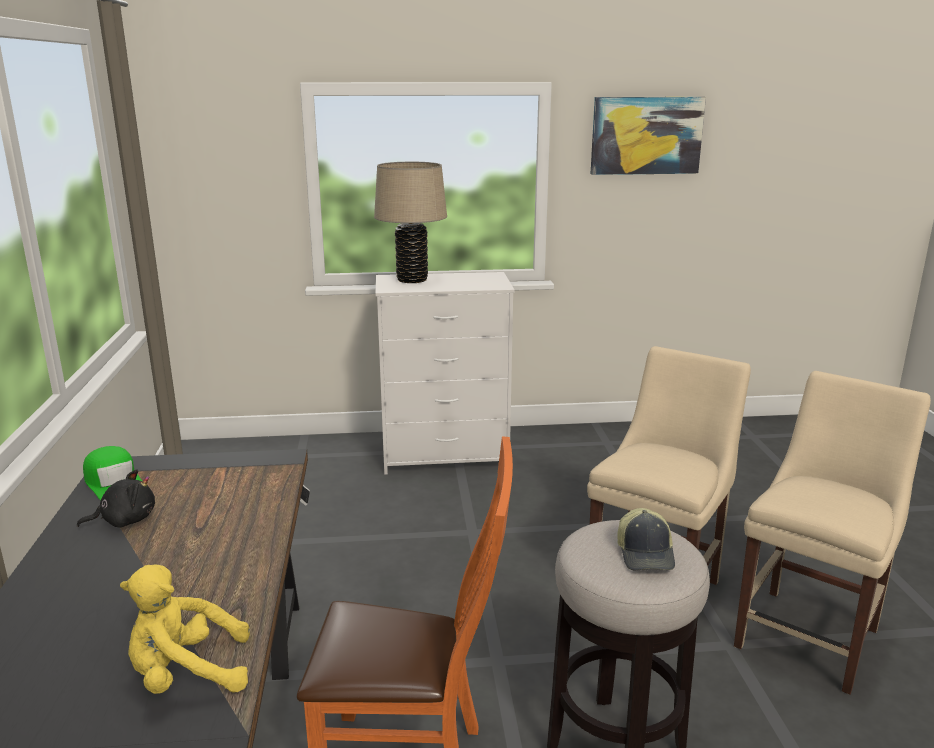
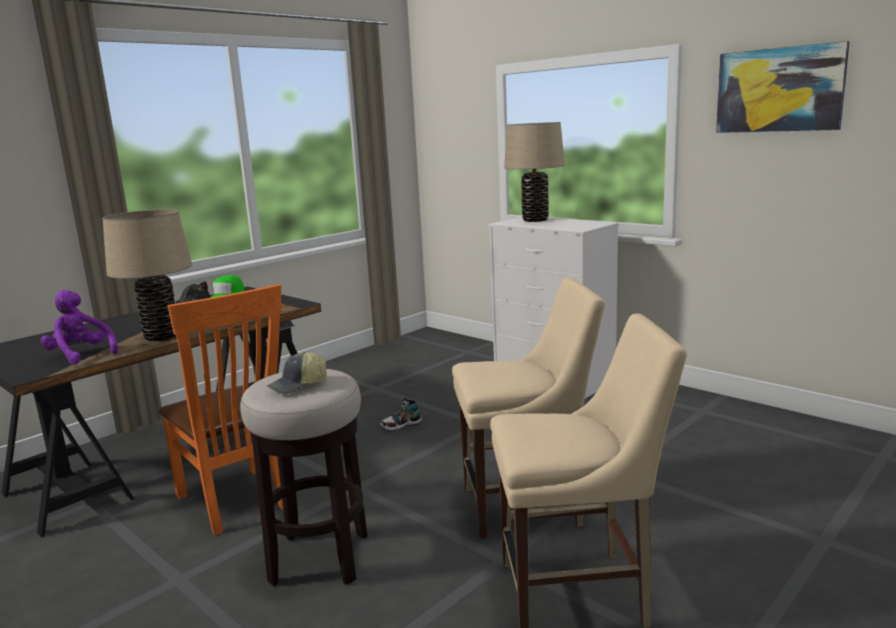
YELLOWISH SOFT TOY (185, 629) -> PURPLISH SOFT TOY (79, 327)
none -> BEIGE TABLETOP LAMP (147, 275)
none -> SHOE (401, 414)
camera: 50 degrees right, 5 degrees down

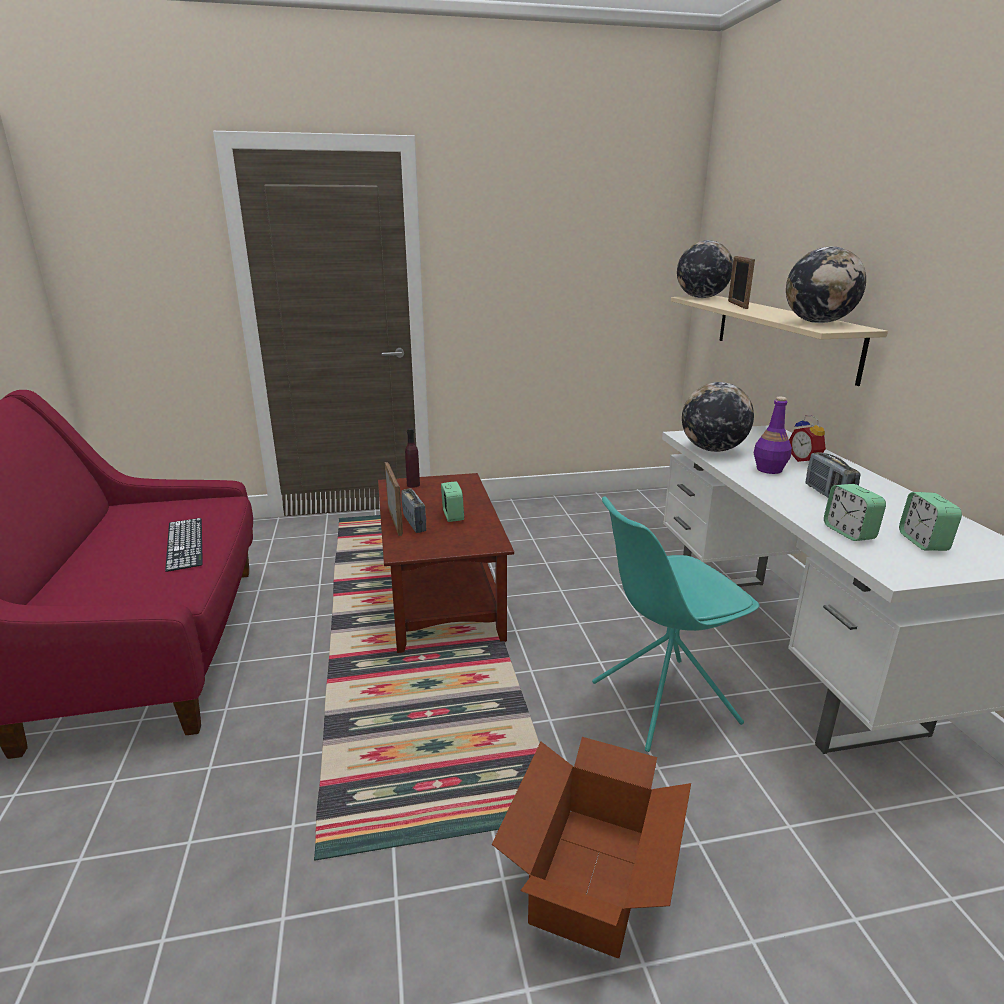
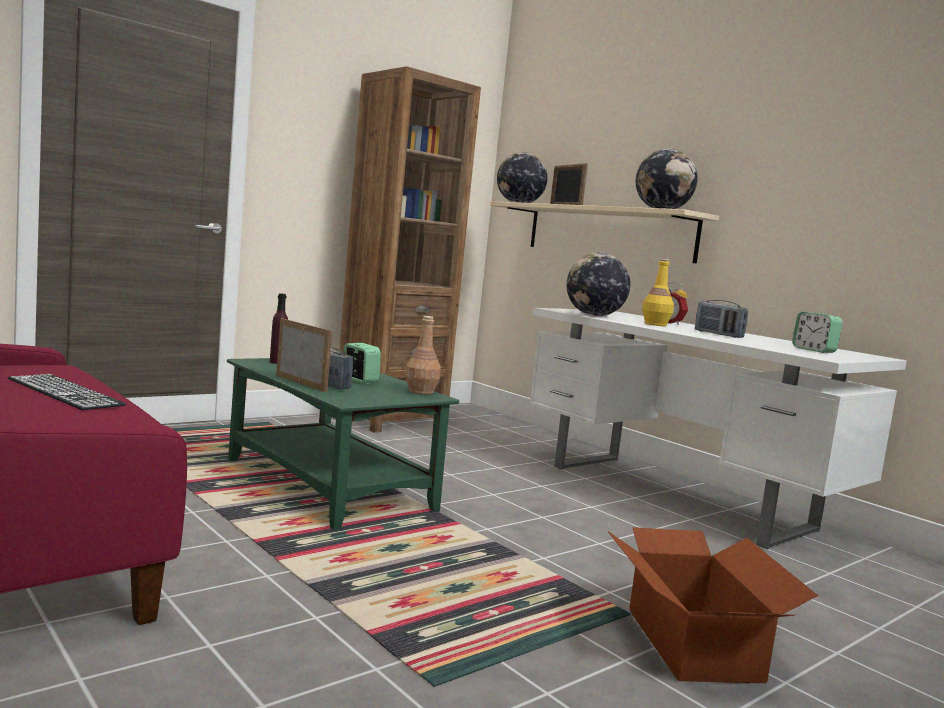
BROWNISH LOUNGE TABLE (446, 563) -> GREENISH LOUNGE TABLE (343, 444)
none -> BROWNISH BOOKSHELF (410, 249)
none -> BROWNISH DRINK BOTTLE (423, 355)
PURPLISH DRINK BOTTLE (773, 435) -> YELLOWISH DRINK BOTTLE (658, 292)
TURQUOISE-COLOURED PLAIN CHAIR (676, 624) -> none
ALARM CLOCK (855, 512) -> none
camera: 30 degrees left, 15 degrees down

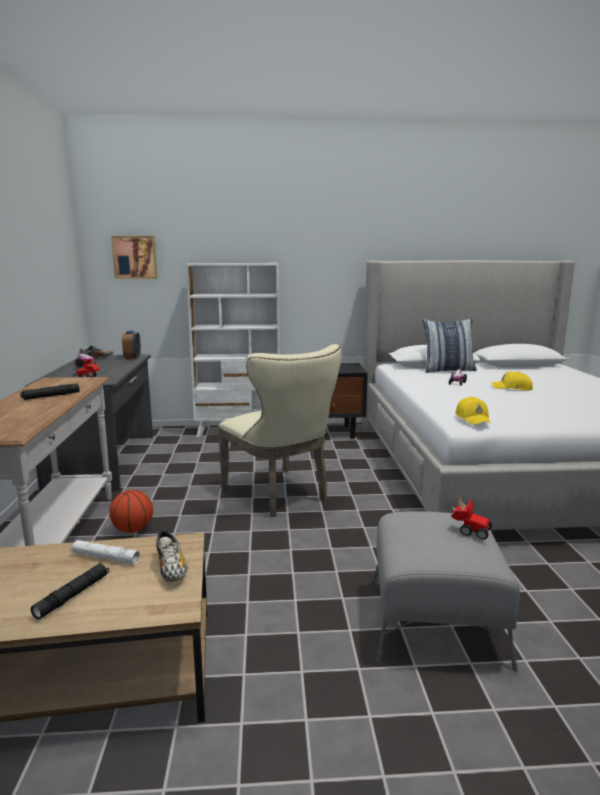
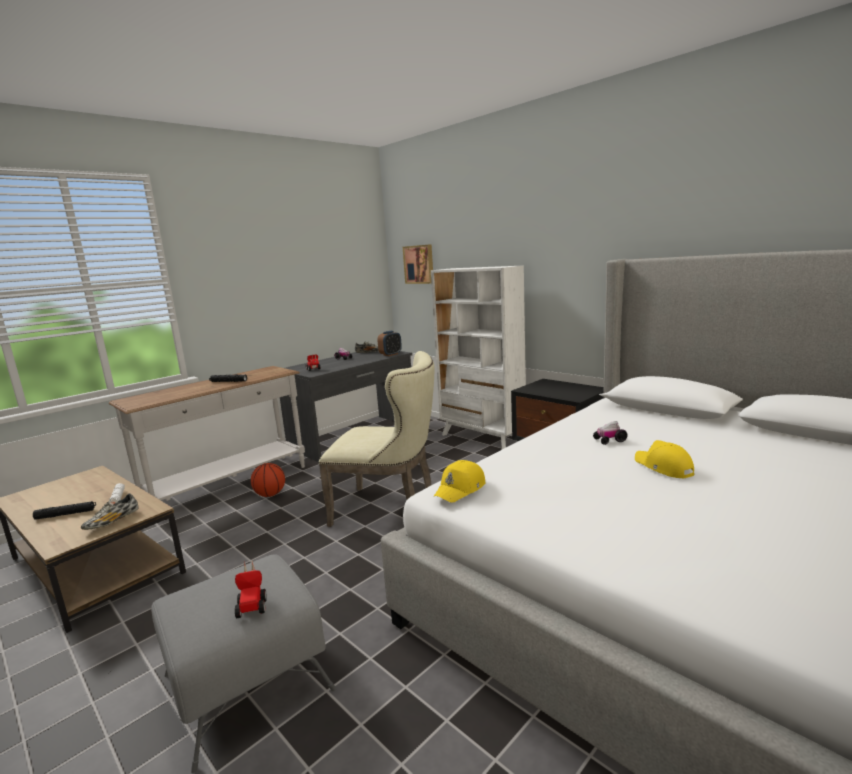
BEIGE PLAIN CHAIR (279, 430) -> BEIGE PLAIN CHAIR (376, 439), 90 degrees counterclockwise
THROW PILLOW (449, 345) -> none
camera: 50 degrees right, 0 degrees up

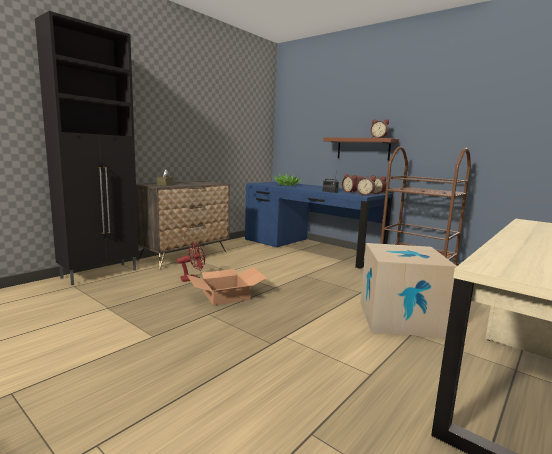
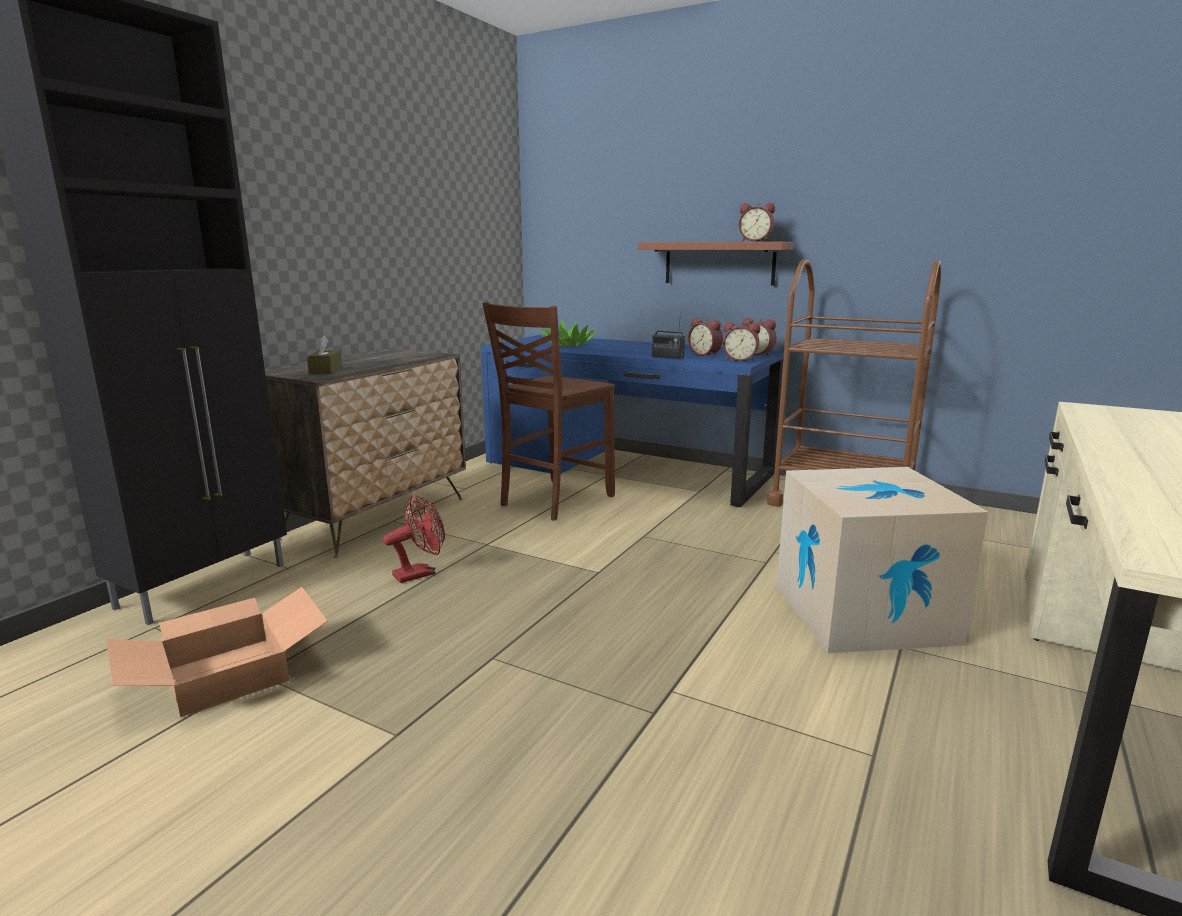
PACKING BOX (226, 286) -> PACKING BOX (216, 652), move
none -> BROWNISH PLAIN CHAIR (549, 411)
camera: 10 degrees left, 5 degrees up

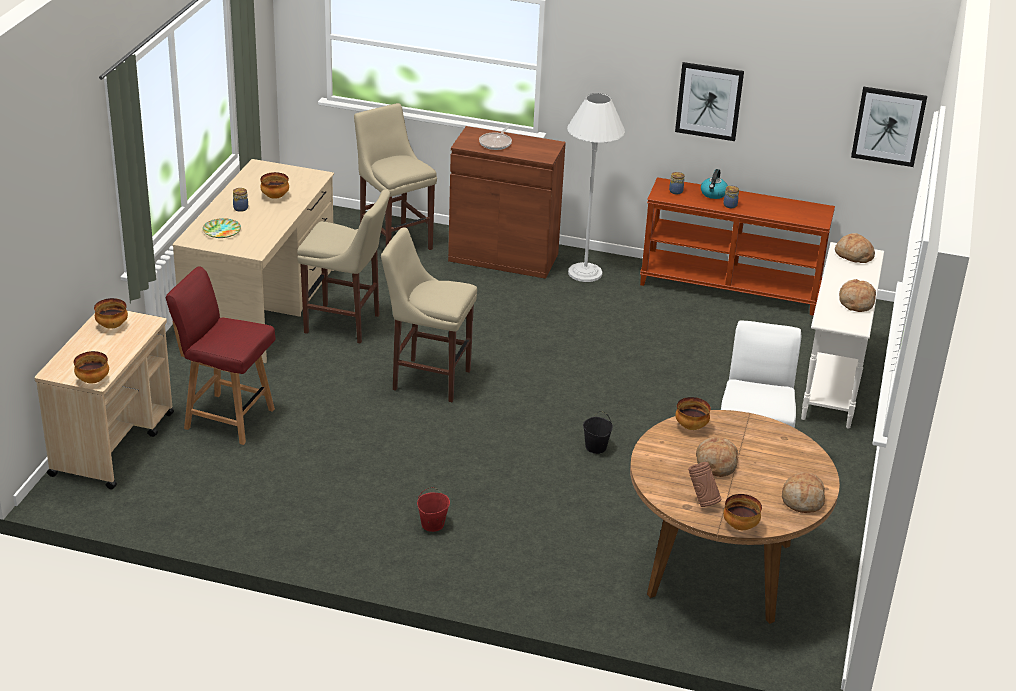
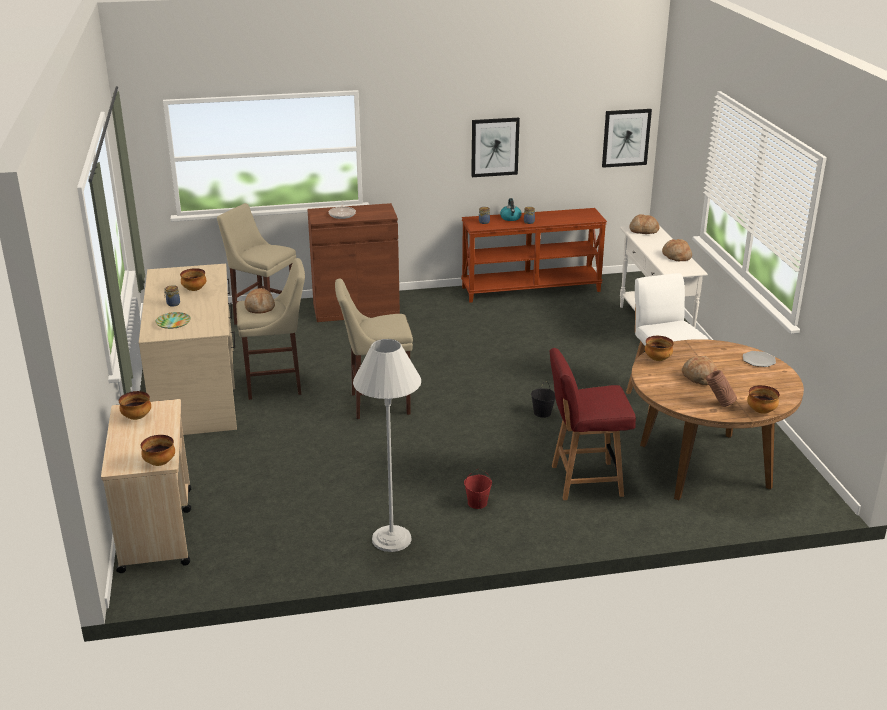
BAKED BREAD (803, 492) -> BAKED BREAD (260, 301), move
WHITE STANDARD LAMP (596, 187) -> WHITE STANDARD LAMP (387, 445), move
RED-COLOURED PLAIN CHAIR (221, 356) -> RED-COLOURED PLAIN CHAIR (593, 424), move
none -> PLATE (759, 359)
camera: 25 degrees left, 5 degrees down

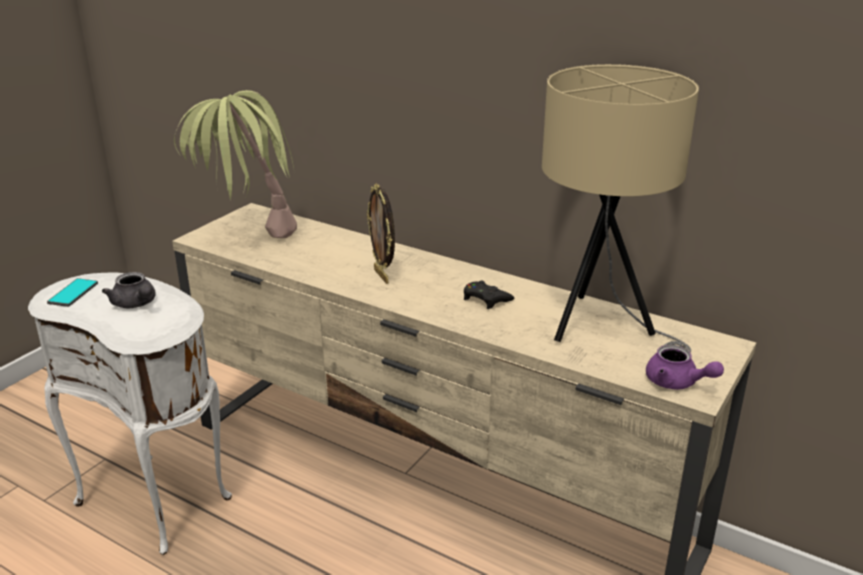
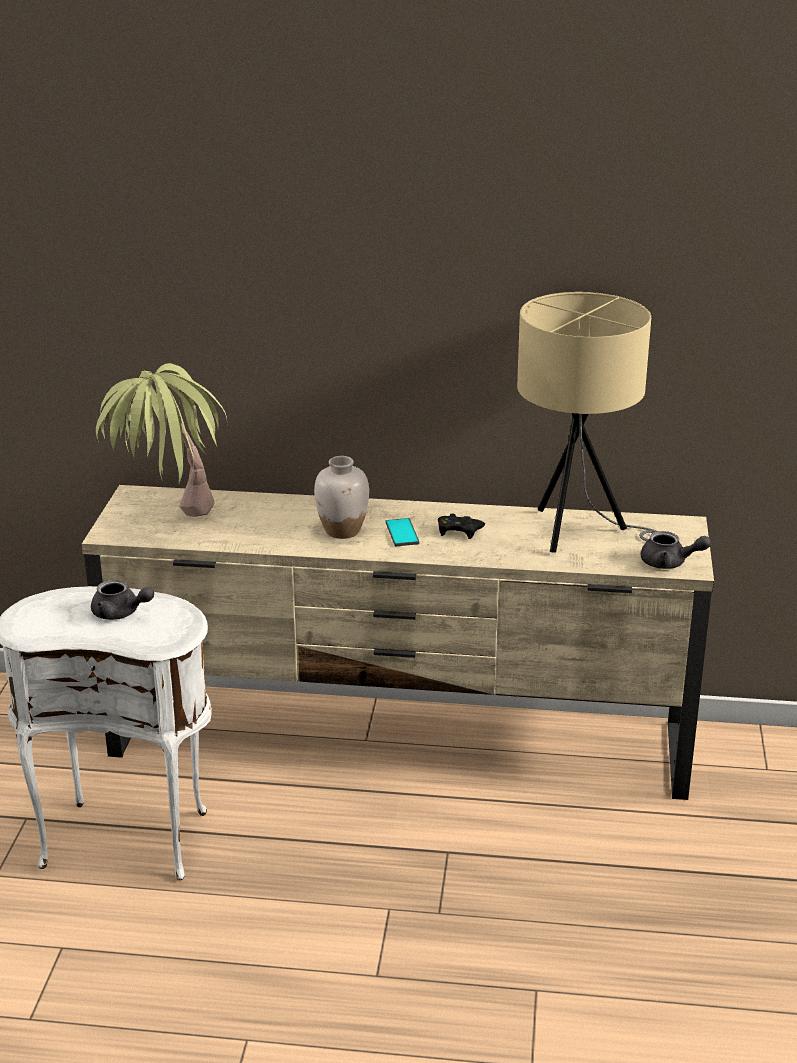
PICTURE FRAME (381, 234) -> WHITE DECORATIVE VASE (341, 497)
PHONE (72, 292) -> PHONE (402, 532), move
PURPLISH TEAPOT (685, 367) -> GRAY TEAPOT (676, 550)
camera: 25 degrees left, 0 degrees up

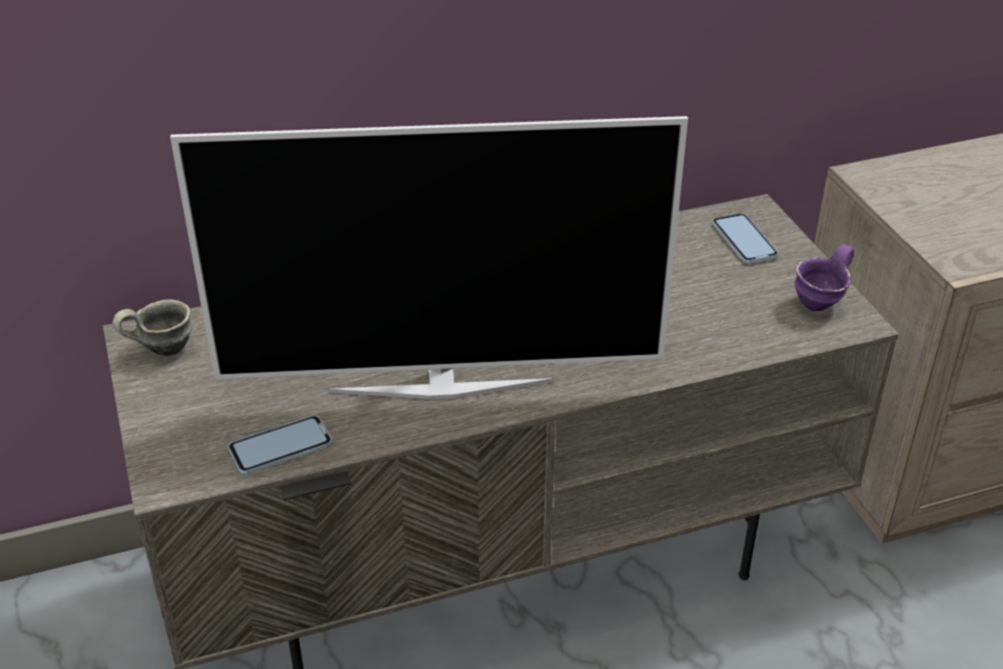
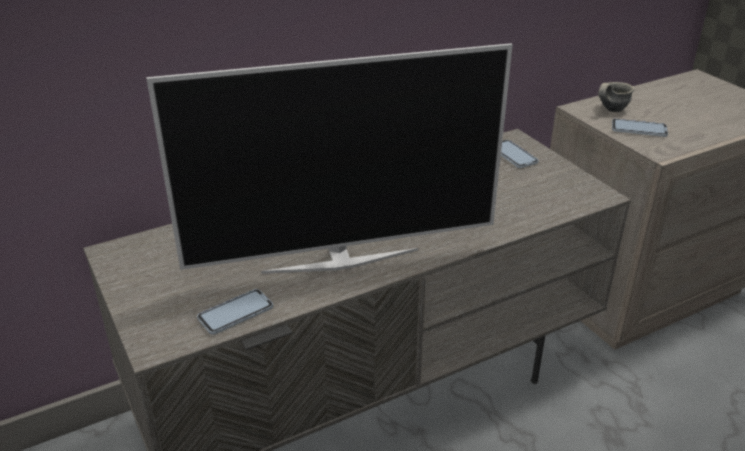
GRAY MUG (152, 327) -> GRAY MUG (616, 97), move
none -> PHONE (640, 128)
PURPLISH MUG (824, 277) -> none
camera: 10 degrees left, 5 degrees down

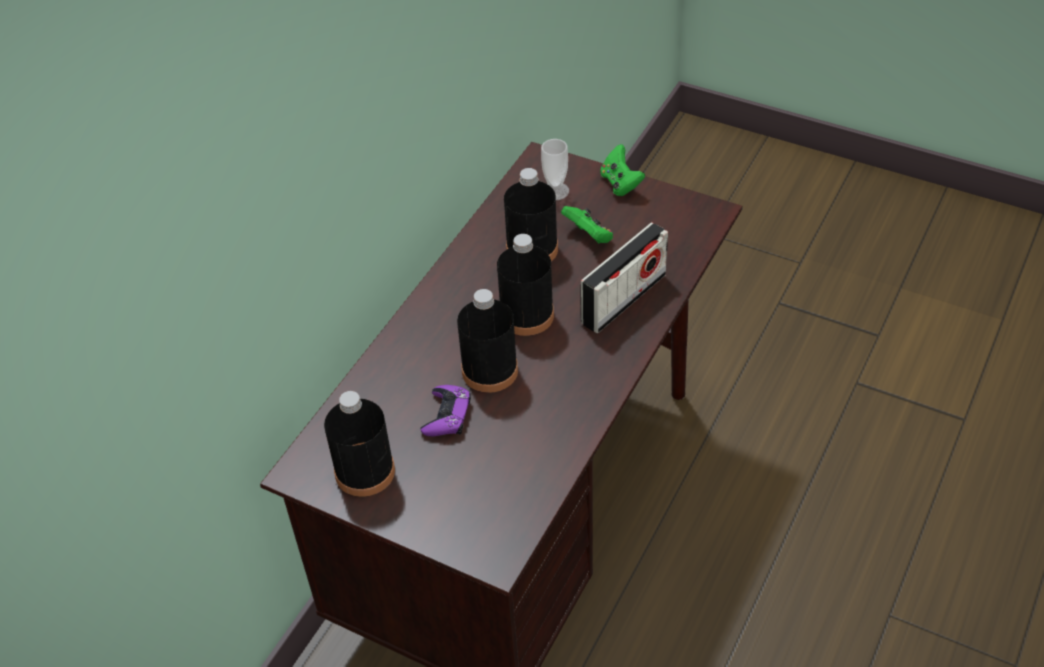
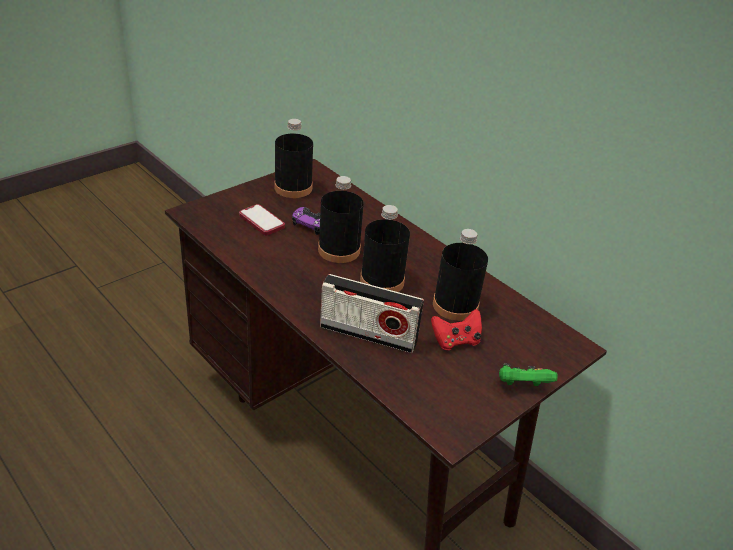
none -> PHONE (262, 220)
RADIO RECEIVER (624, 277) -> RADIO RECEIVER (372, 313), 45 degrees counterclockwise
GREENISH JOYPAD (587, 224) -> RED-COLOURED JOYPAD (456, 329)
CUP (555, 169) -> none
camera: 105 degrees right, 10 degrees down

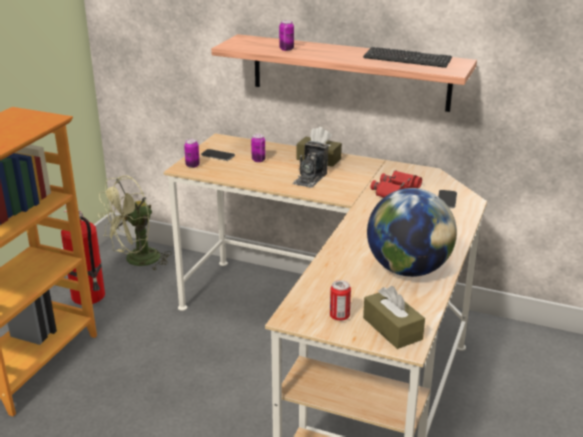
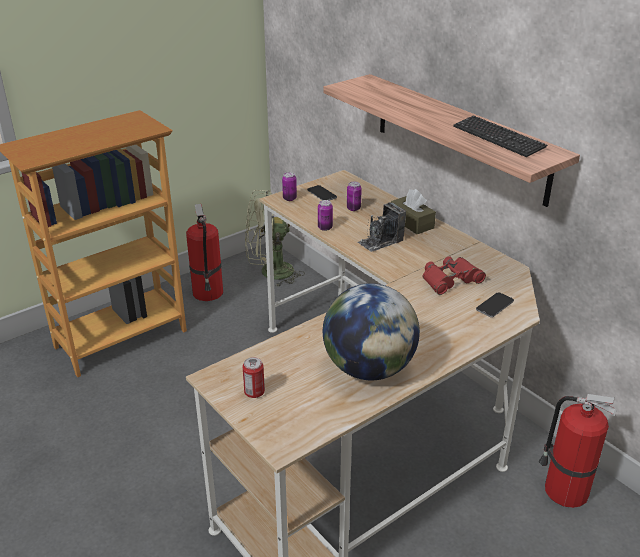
CAN (286, 35) -> CAN (325, 215), move
none -> FIRE-FIGHTING CYLINDER (578, 451)
BROWNISH TISSUE BOX (394, 317) -> none
camera: 30 degrees right, 5 degrees up

